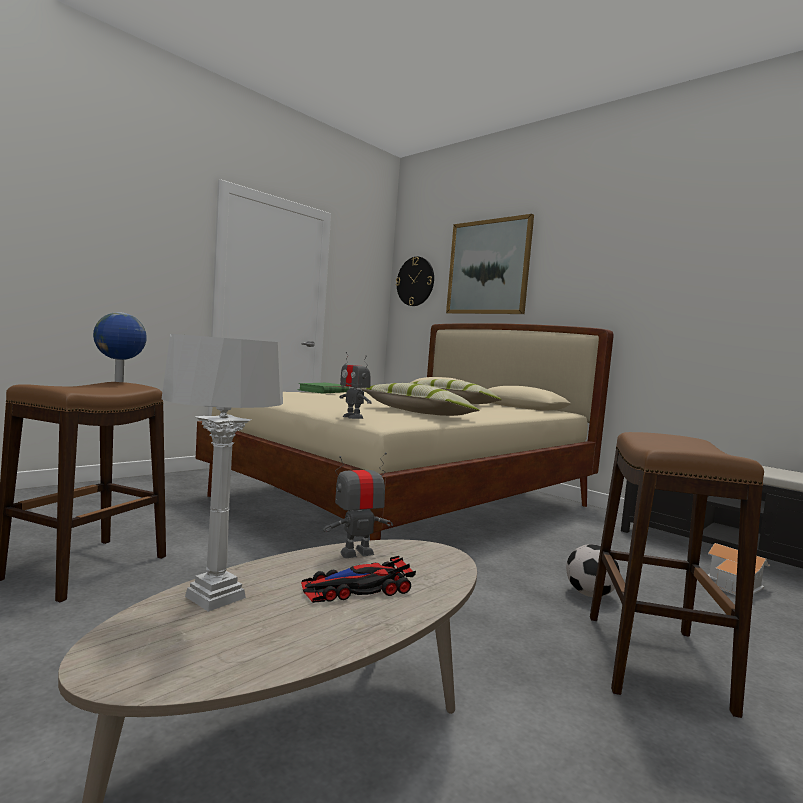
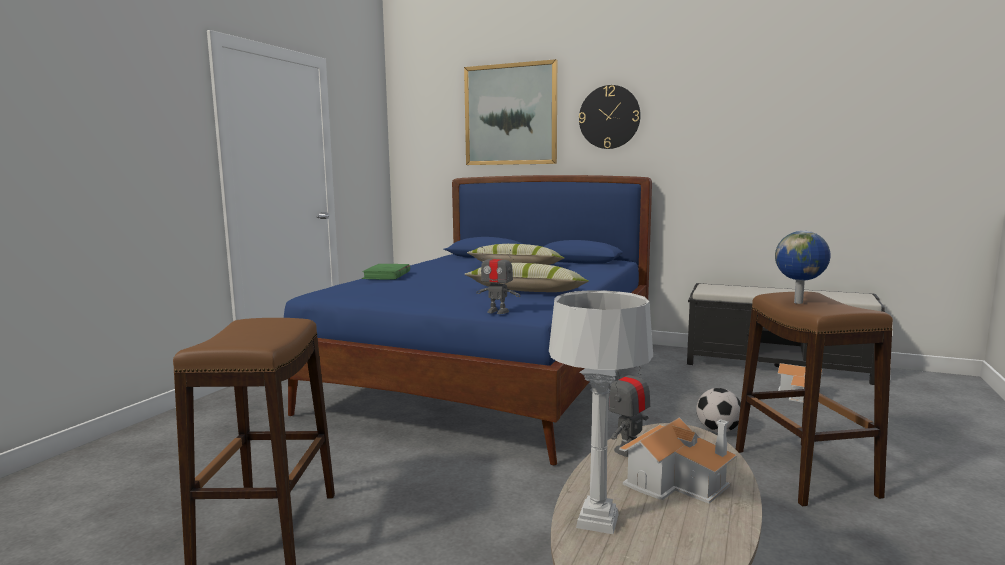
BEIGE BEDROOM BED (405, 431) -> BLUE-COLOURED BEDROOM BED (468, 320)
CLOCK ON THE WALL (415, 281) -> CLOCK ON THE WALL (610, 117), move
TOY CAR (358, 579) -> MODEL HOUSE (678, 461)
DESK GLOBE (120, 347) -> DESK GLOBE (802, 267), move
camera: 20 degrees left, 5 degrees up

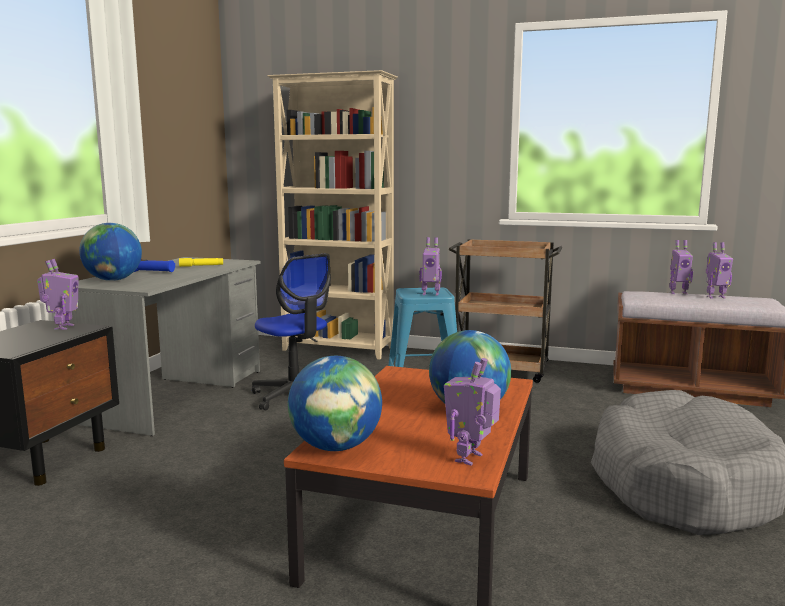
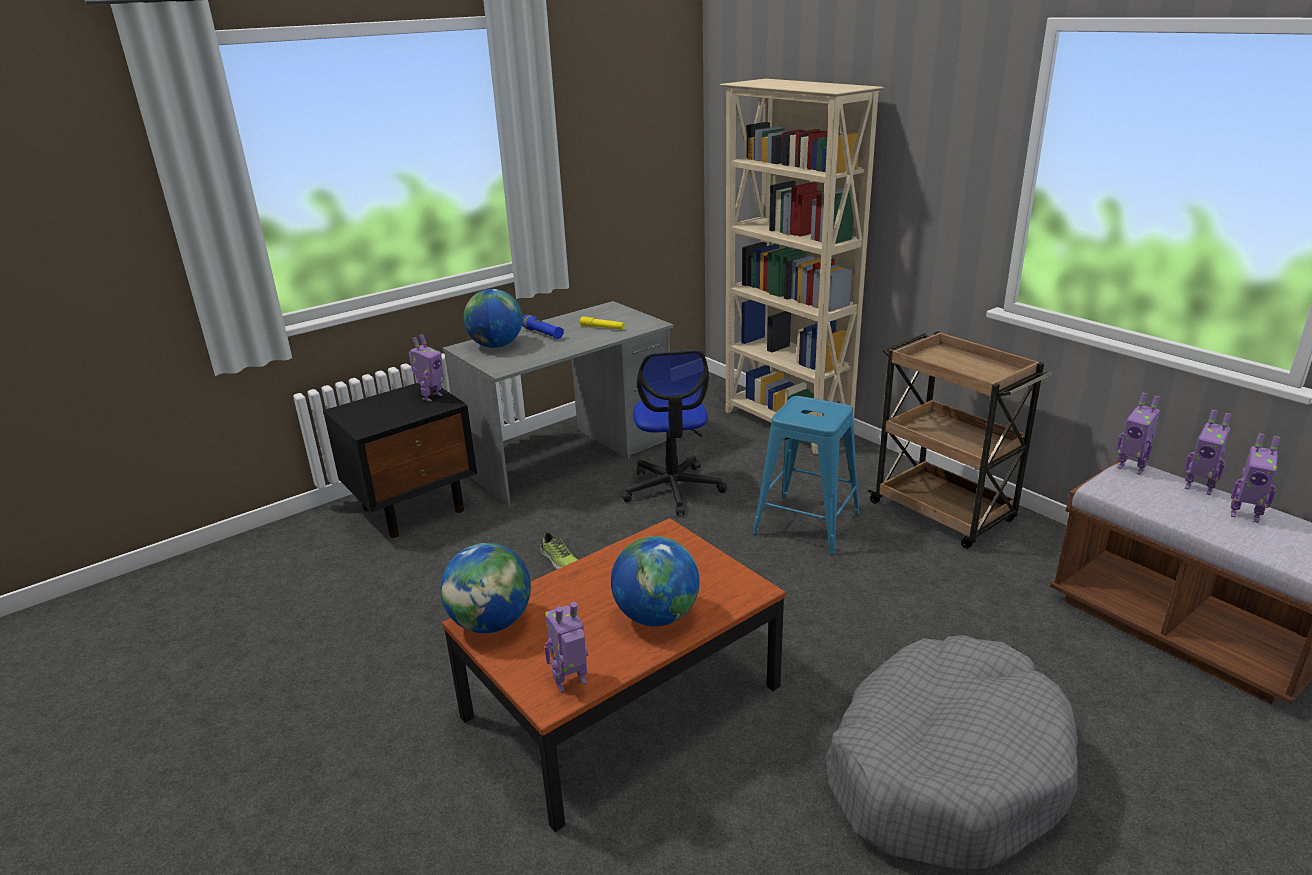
none -> SHOE (559, 550)
TOY ROBOT (430, 266) -> TOY ROBOT (1138, 434), move
camera: 35 degrees right, 15 degrees up

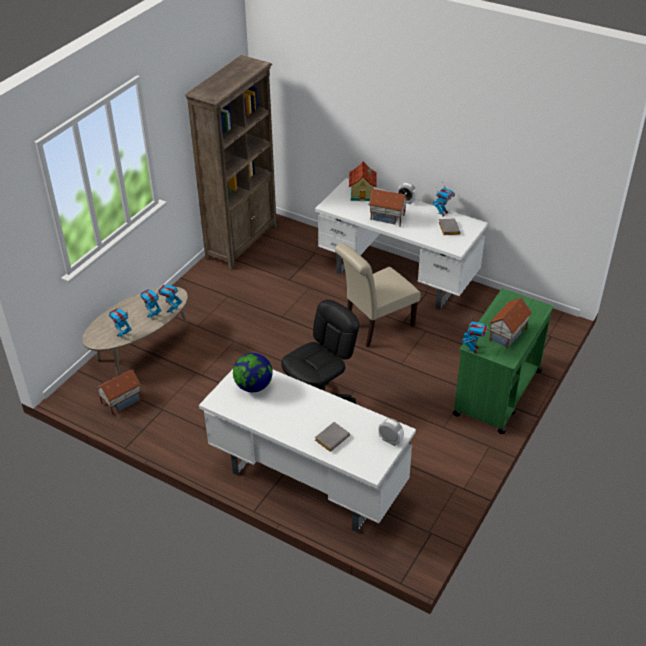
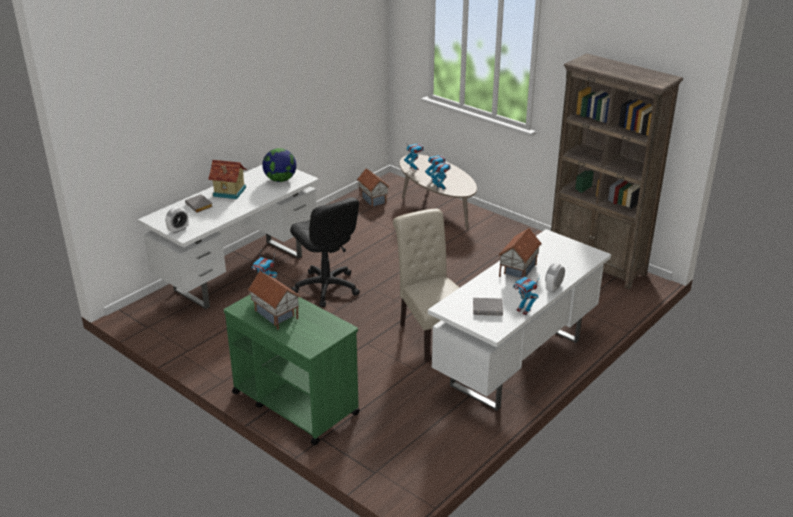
MODEL HOUSE (363, 181) -> MODEL HOUSE (227, 179), move
camera: 100 degrees right, 10 degrees down

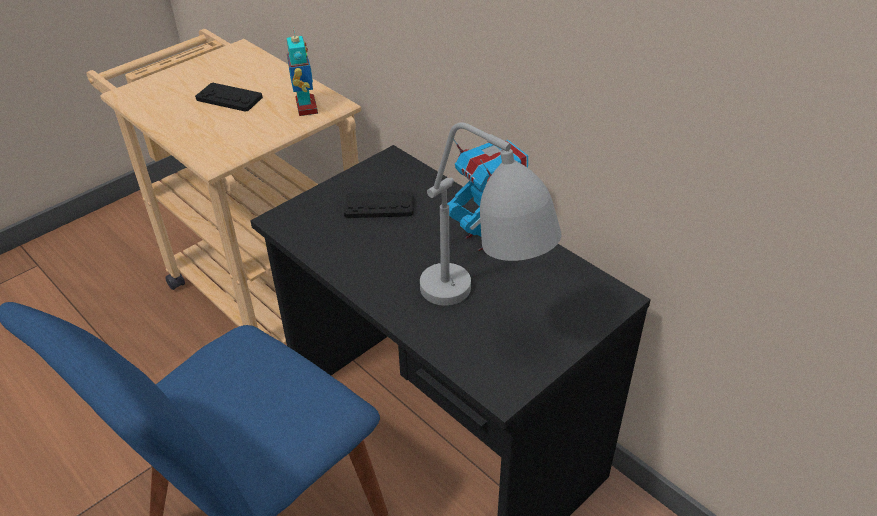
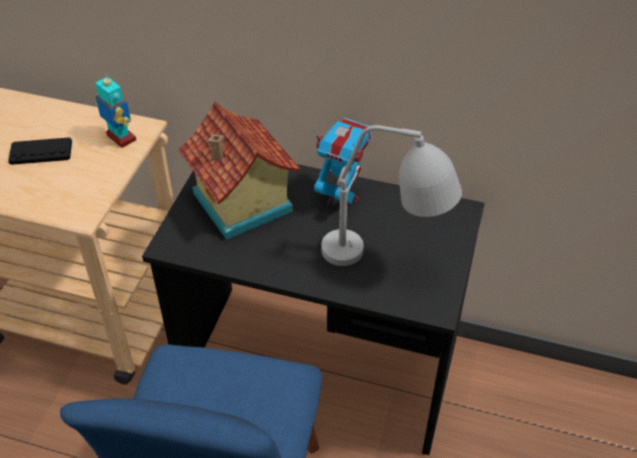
BLACK-COLOURED JOYPAD (379, 204) -> MODEL HOUSE (239, 170)
camera: 30 degrees left, 5 degrees up

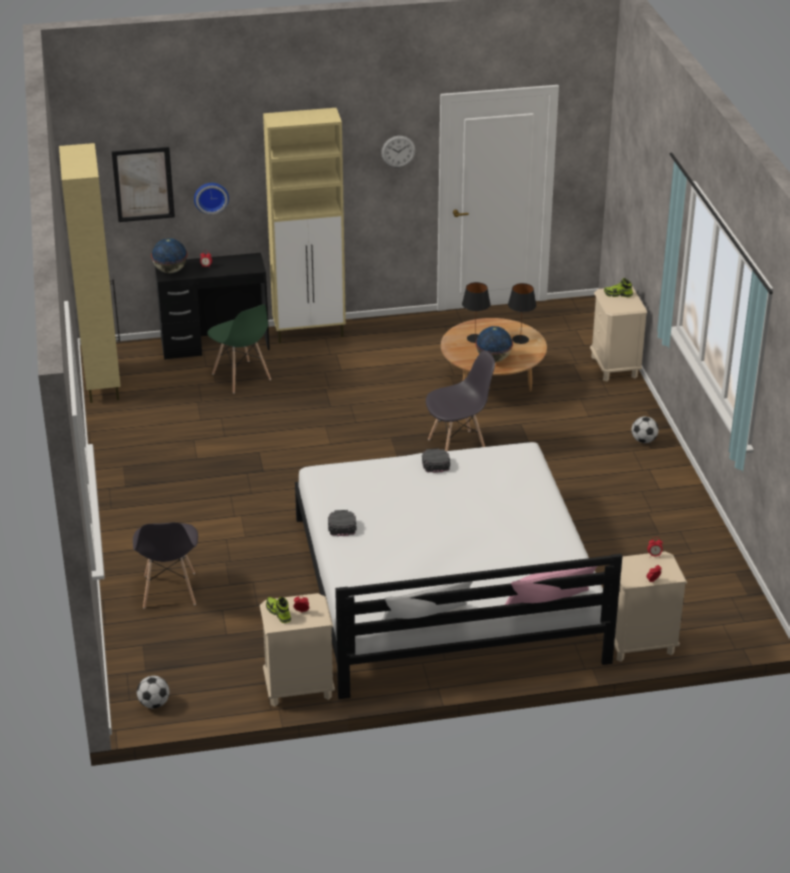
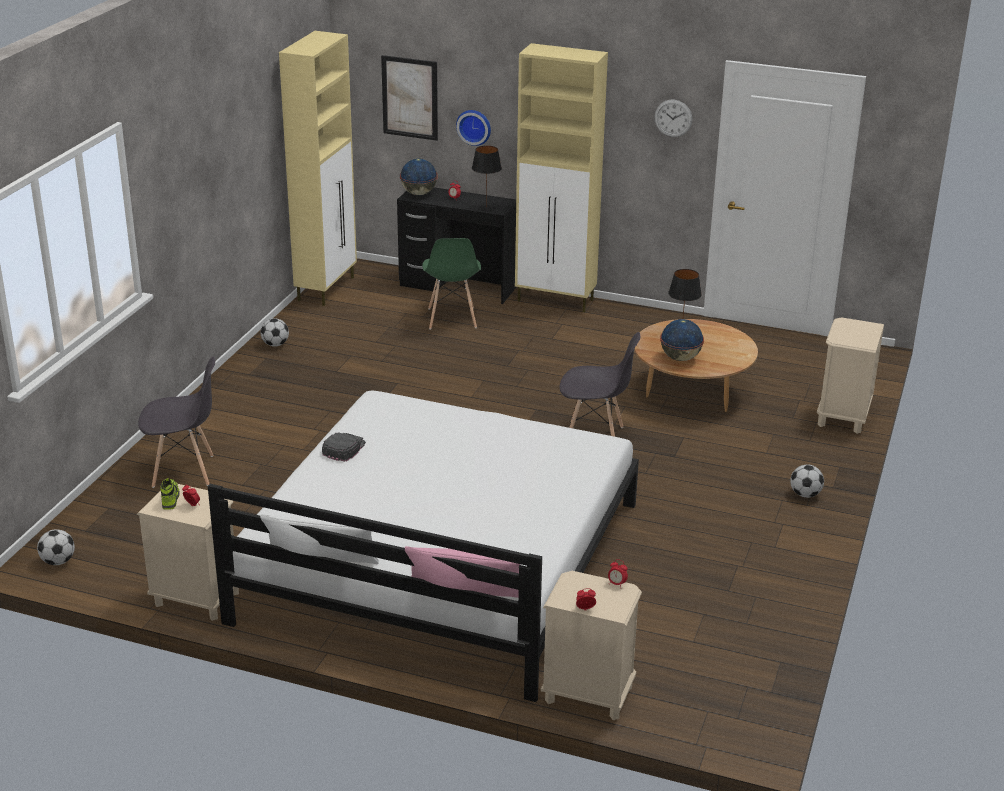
GRAY PLAIN CHAIR (165, 565) -> GRAY PLAIN CHAIR (176, 422), 120 degrees counterclockwise
none -> BALL FOR FOOTBALL (274, 332)
BLACK-COLOURED TABLETOP LAMP (522, 313) -> BLACK-COLOURED TABLETOP LAMP (487, 178), move
BLACK-COLOURED CAP (436, 460) -> none
SHOE (618, 287) -> none
camera: 30 degrees right, 5 degrees down

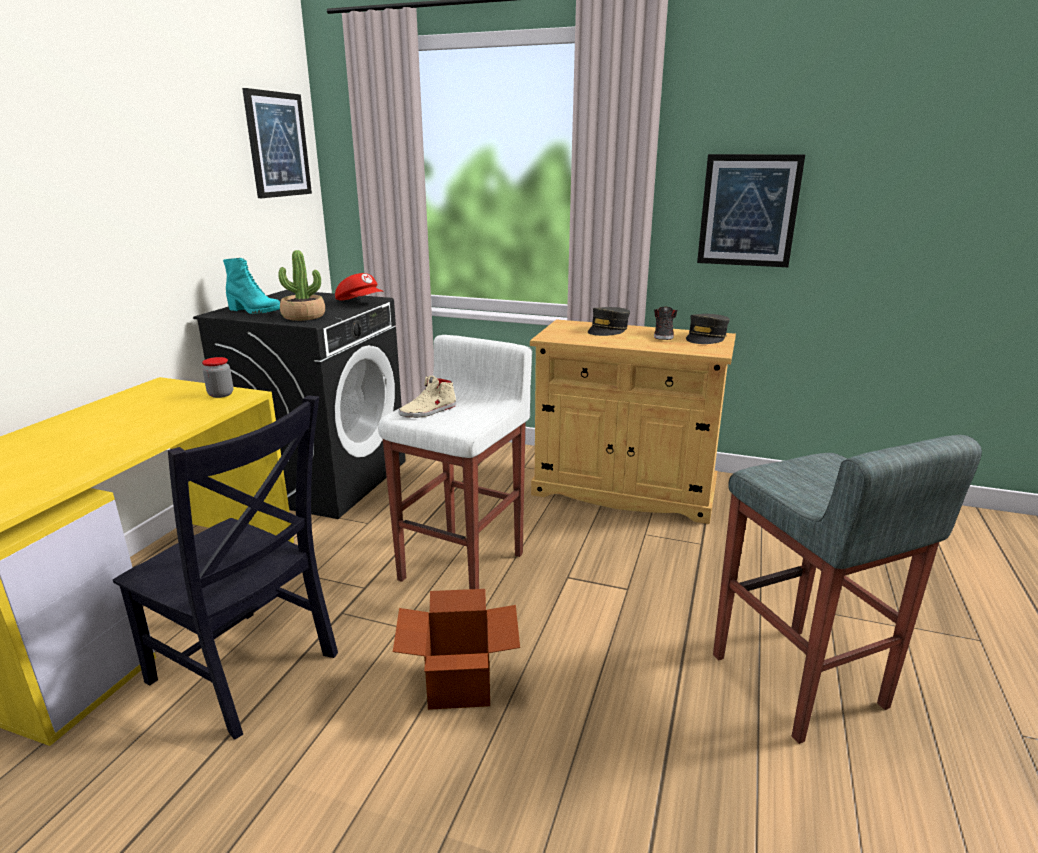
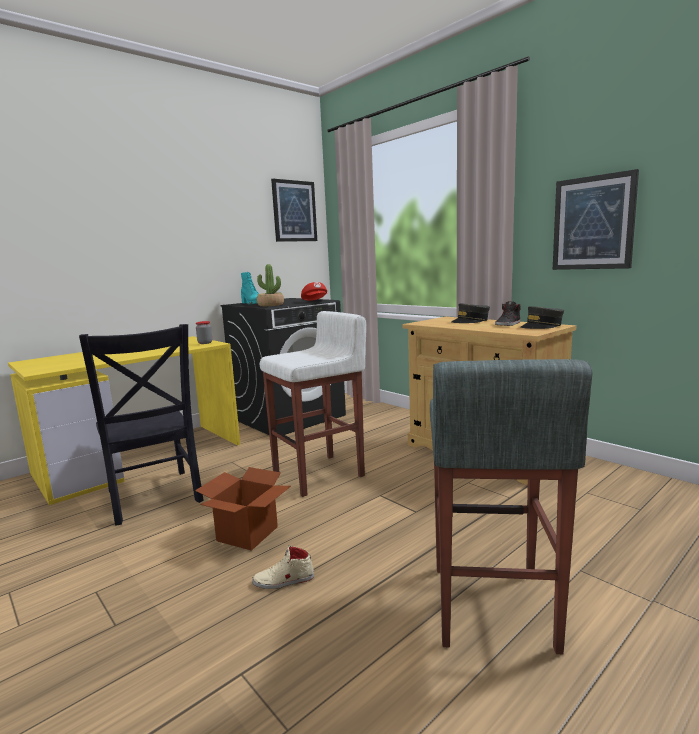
BEIGE SHOE (427, 397) -> BEIGE SHOE (283, 567), move
camera: 30 degrees right, 10 degrees down

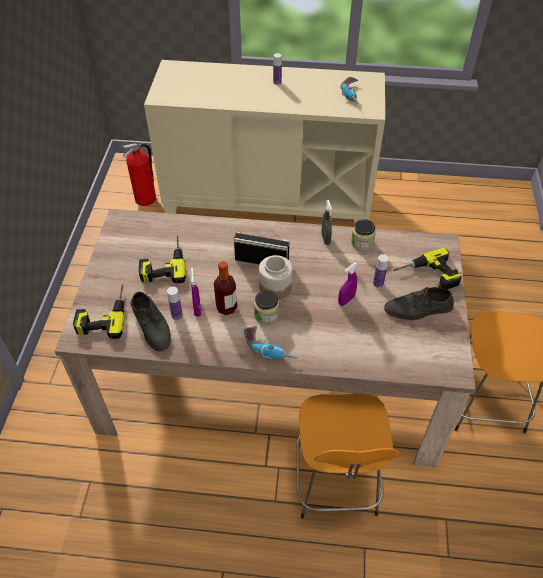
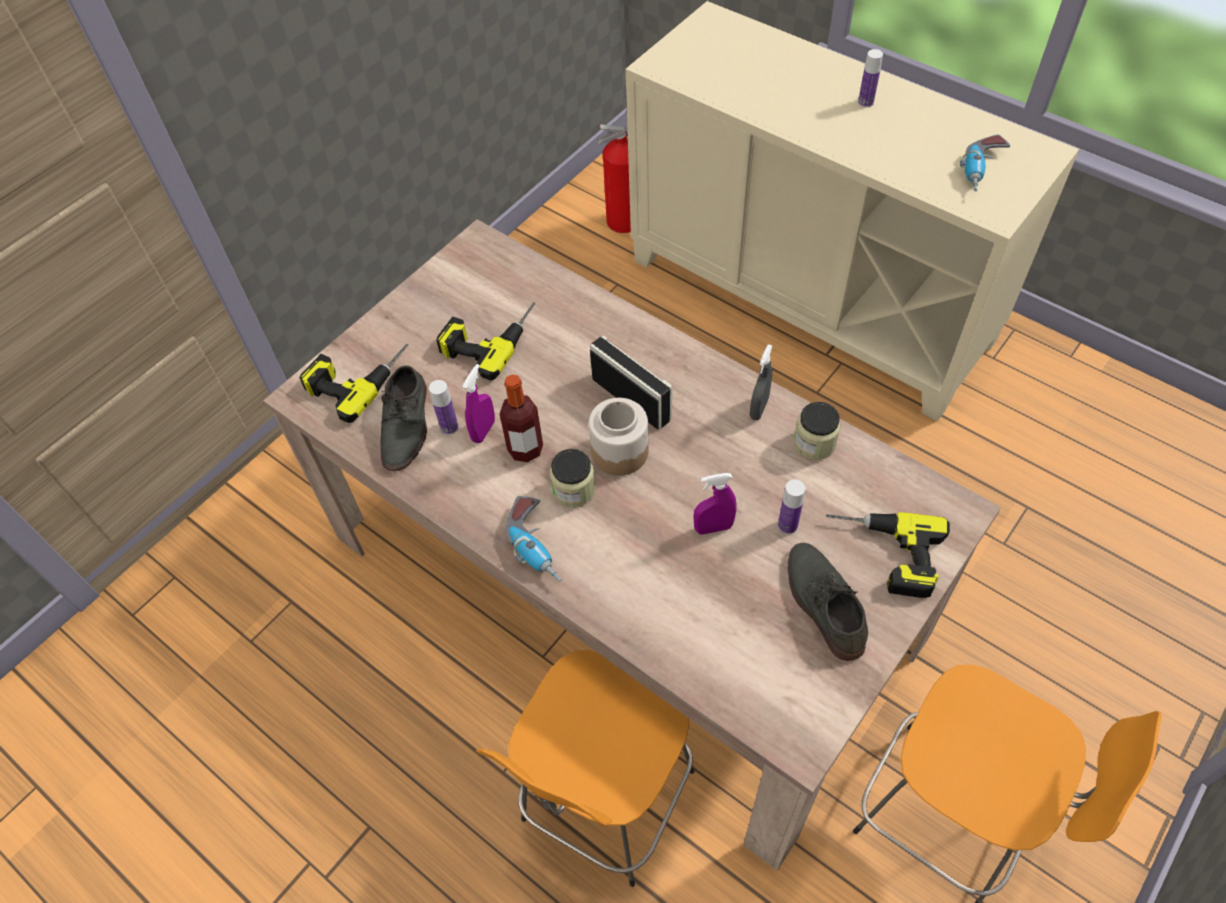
GRAY SHOE (419, 302) -> GRAY SHOE (828, 602), 45 degrees clockwise
camera: 35 degrees right, 5 degrees up

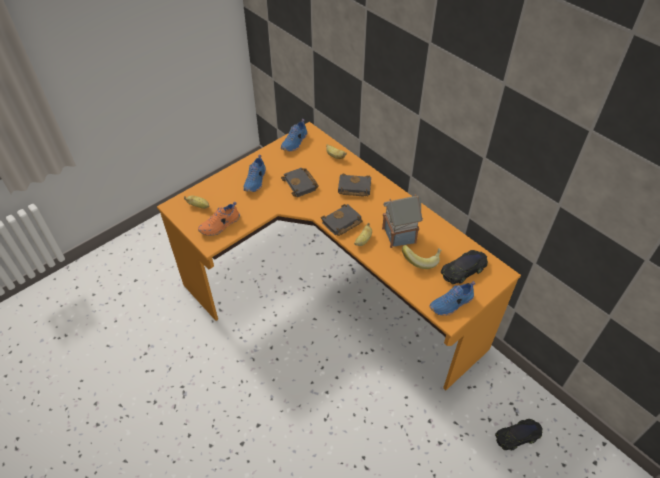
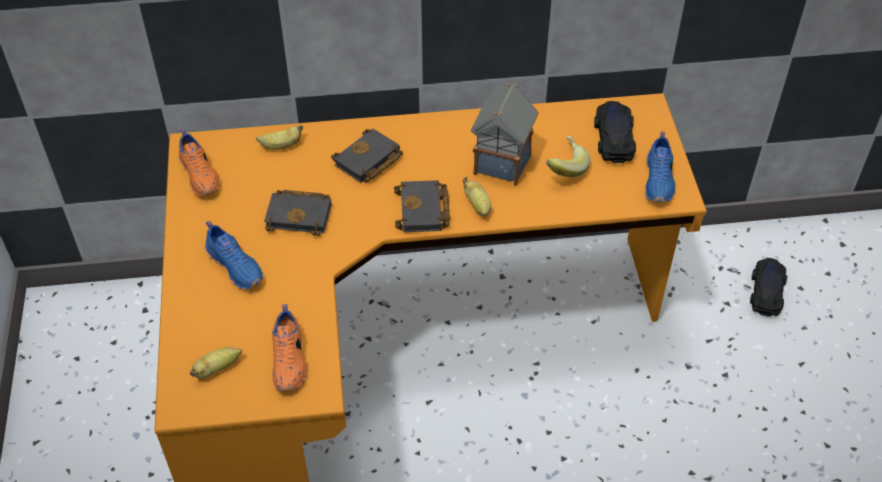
BLUE-COLOURED SHOE (294, 135) -> ORANGE-COLOURED SHOE (199, 162)
camera: 55 degrees left, 0 degrees up

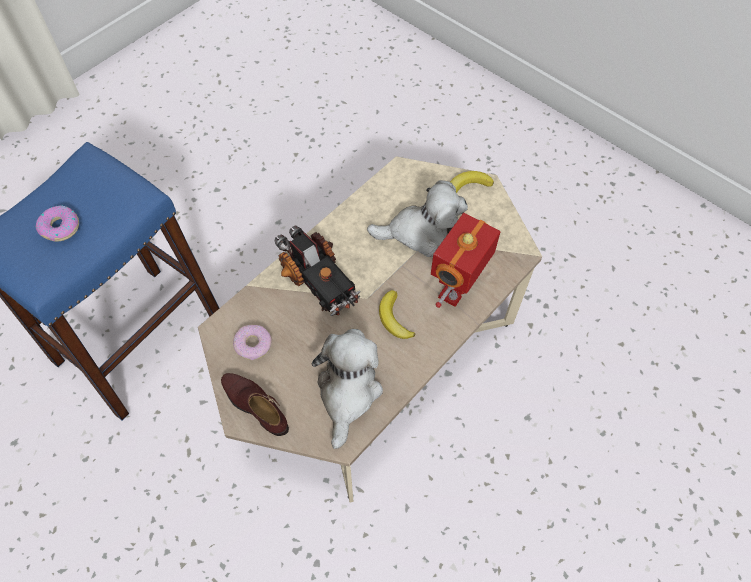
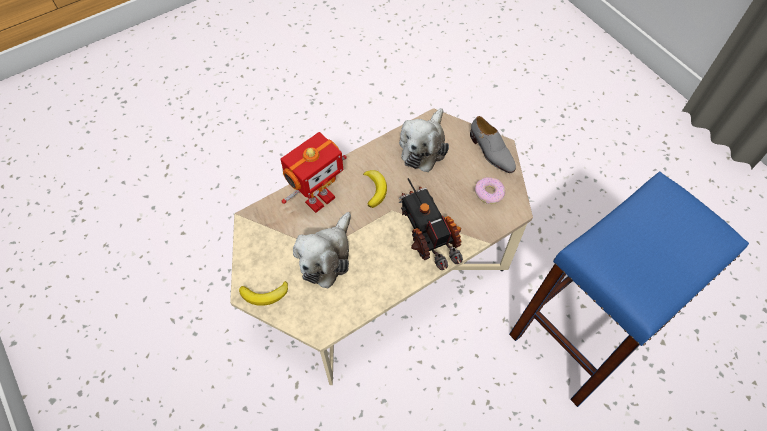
SOFT TOY (417, 218) -> SOFT TOY (322, 250), 75 degrees counterclockwise
BROWNISH SHOE (255, 404) -> GRAY SHOE (493, 144)
DOUGHNUT (57, 223) -> none
camera: 165 degrees left, 0 degrees up

